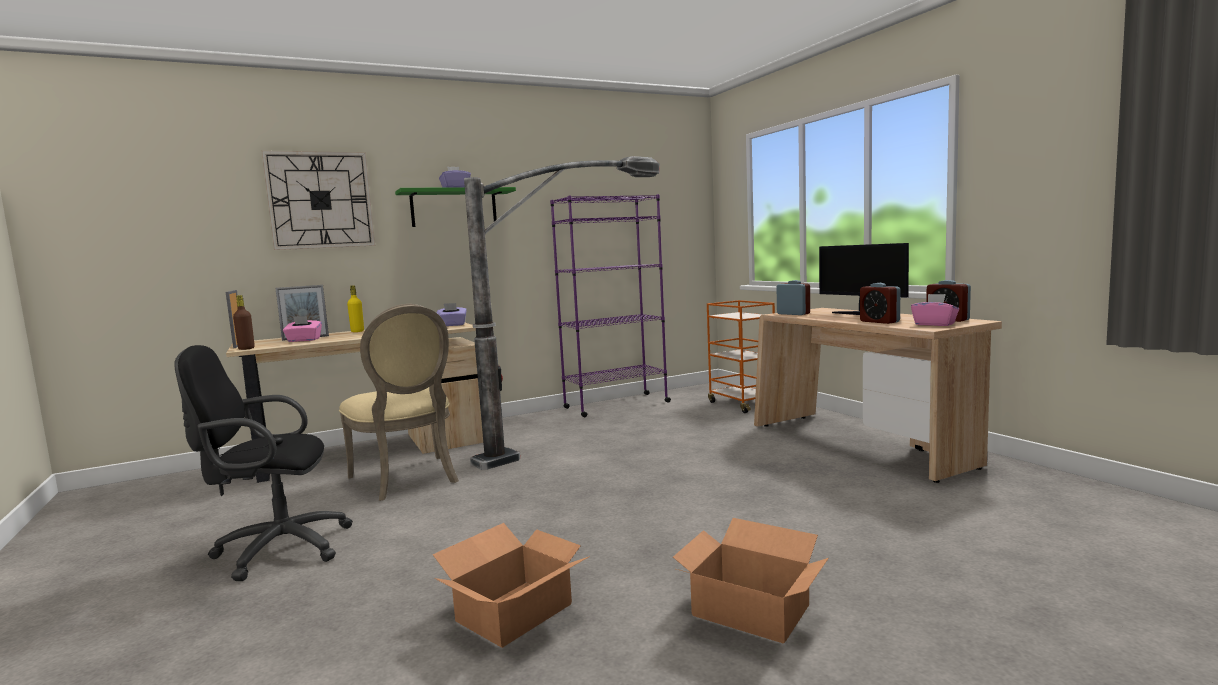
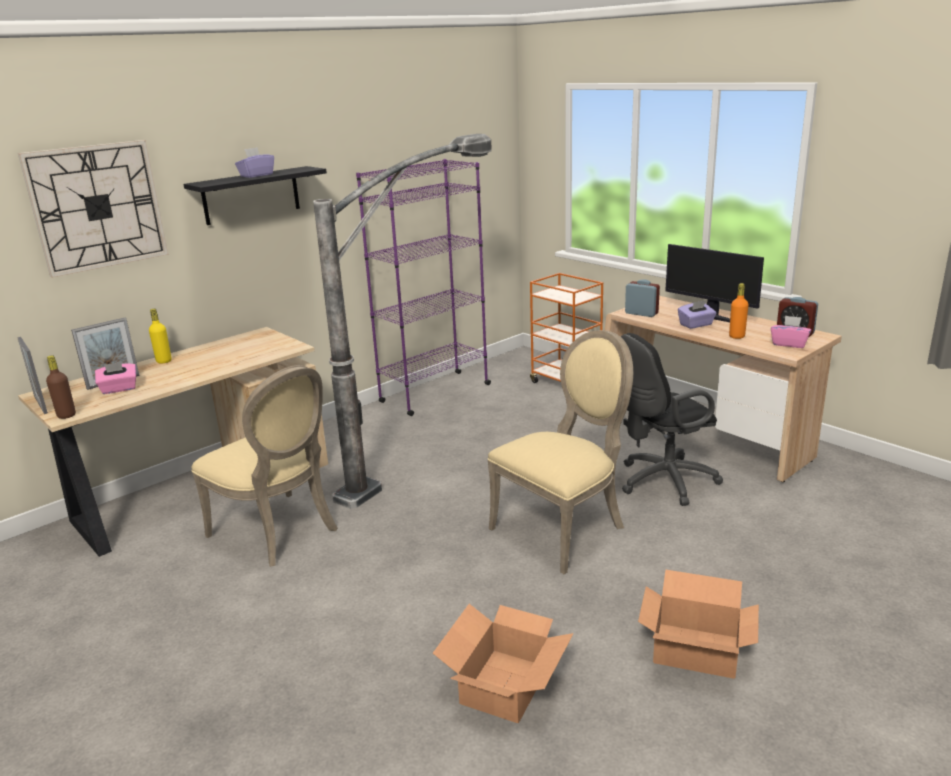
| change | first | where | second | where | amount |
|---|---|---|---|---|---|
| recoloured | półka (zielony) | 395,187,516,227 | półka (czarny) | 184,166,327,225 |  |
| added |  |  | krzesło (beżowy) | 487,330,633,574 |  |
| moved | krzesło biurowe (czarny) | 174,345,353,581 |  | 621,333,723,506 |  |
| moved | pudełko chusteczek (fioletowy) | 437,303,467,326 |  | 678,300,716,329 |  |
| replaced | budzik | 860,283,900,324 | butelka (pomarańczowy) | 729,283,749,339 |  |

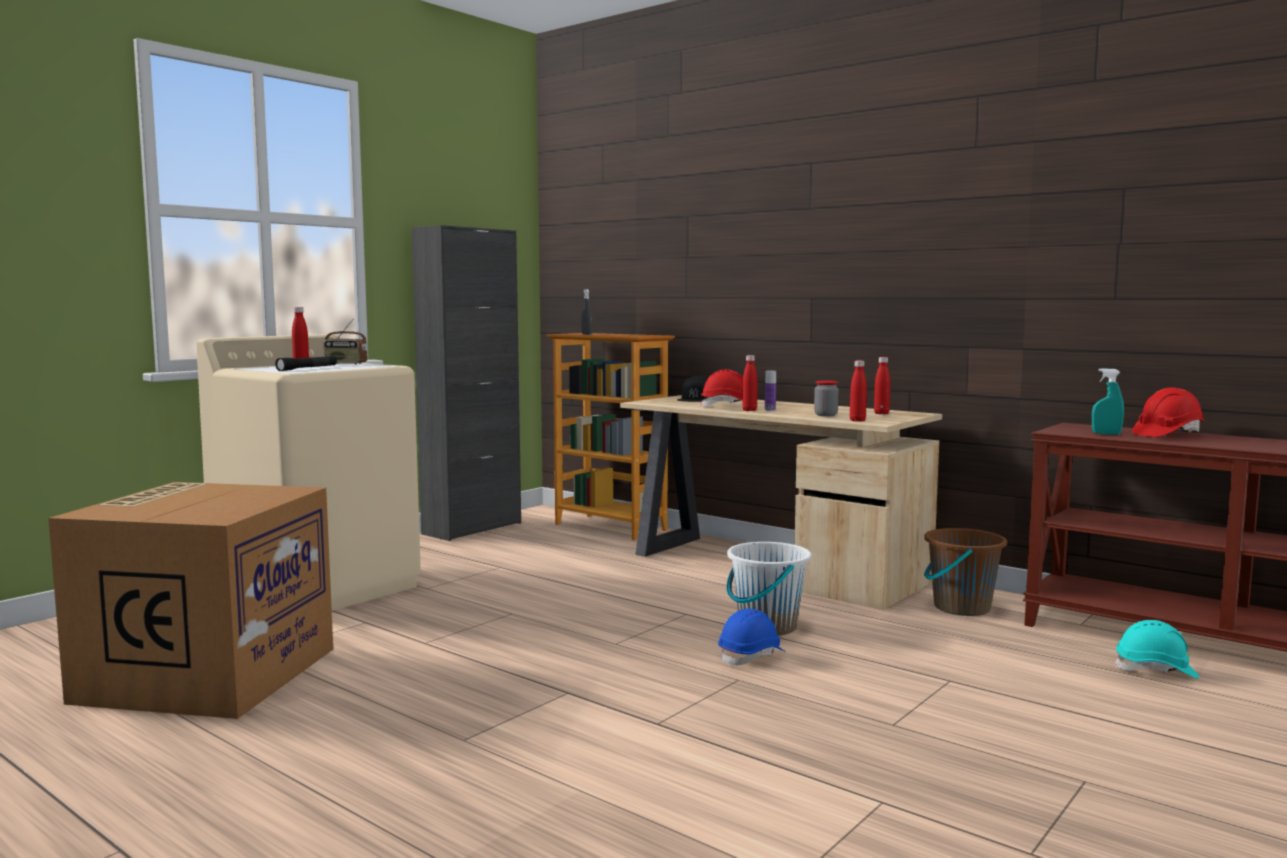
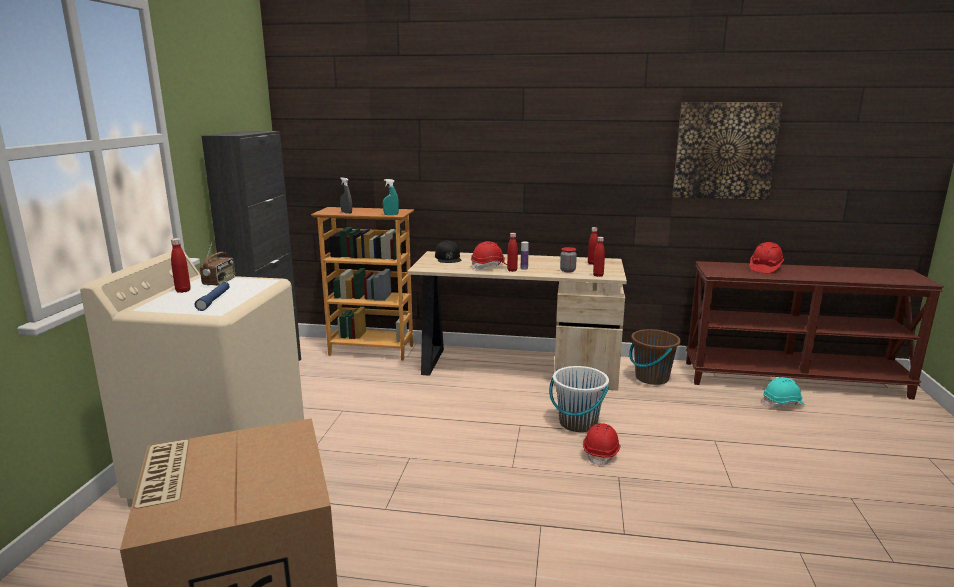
| change | first | where | second | where | amount |
|---|---|---|---|---|---|
| recoloured | latarka (czarny) | 275,356,337,371 | latarka (niebieski) | 195,282,229,311 |  |
| turned | radio | 323,318,368,365 |  | 200,241,235,286 | 60 degrees counterclockwise |
| moved | spryskiwacz (turkusowy) | 1092,368,1124,435 |  | 383,179,399,215 |  |
| recoloured | kask (niebieski) | 718,609,786,667 | kask (czerwony) | 583,423,621,467 |  |
| added |  |  | obraz | 672,102,783,200 |  |

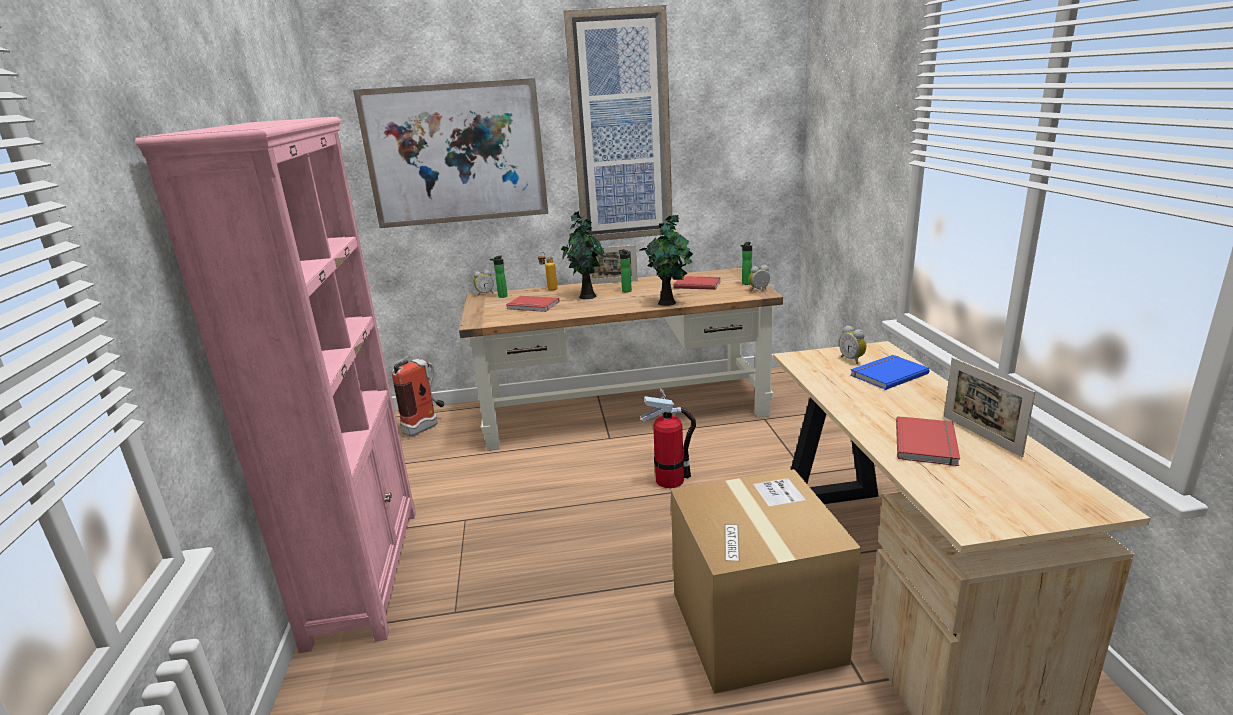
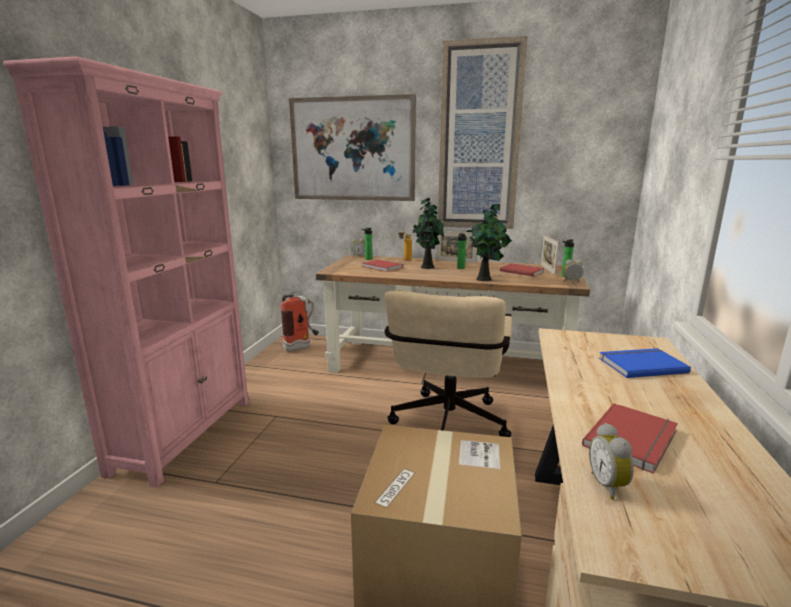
| change | first | where | second | where | amount |
|---|---|---|---|---|---|
| replaced | gaśnica | 641,389,696,488 | krzesło biurowe (beżowy) | 384,290,512,437 |  |
| moved | ramka na zdjęcie | 944,357,1035,457 |  | 541,235,559,275 |  |
| moved | budzik | 839,325,866,364 |  | 589,423,634,500 |  |

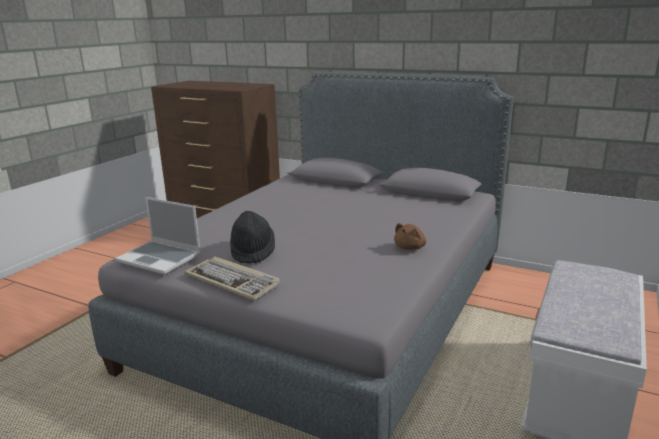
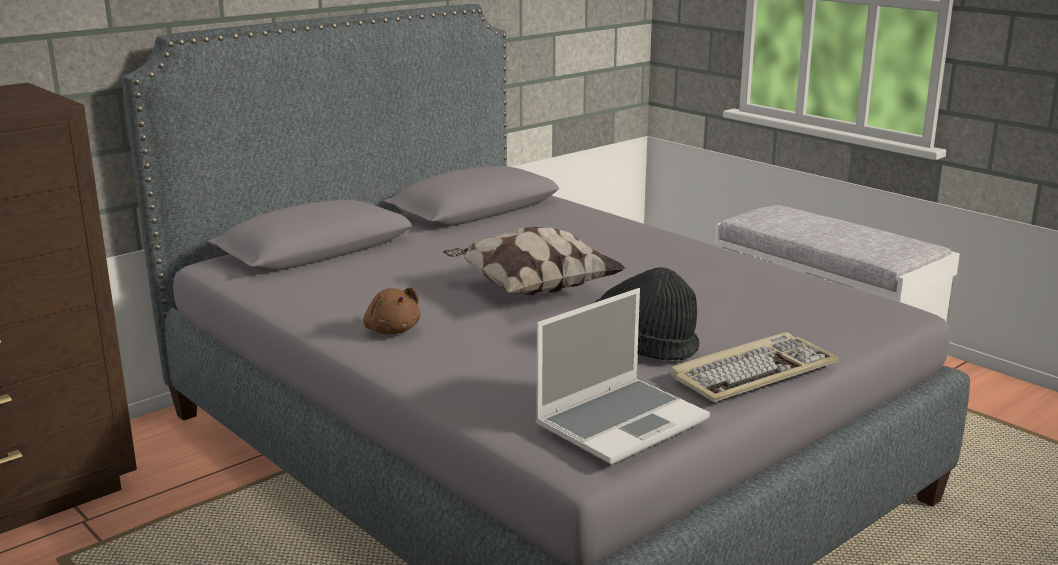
| change | first | where | second | where | amount |
|---|---|---|---|---|---|
| moved | pluszak (brązowy) | 394,223,426,250 |  | 363,287,421,335 |  |
| added |  |  | poduszka | 443,227,626,296 |  |

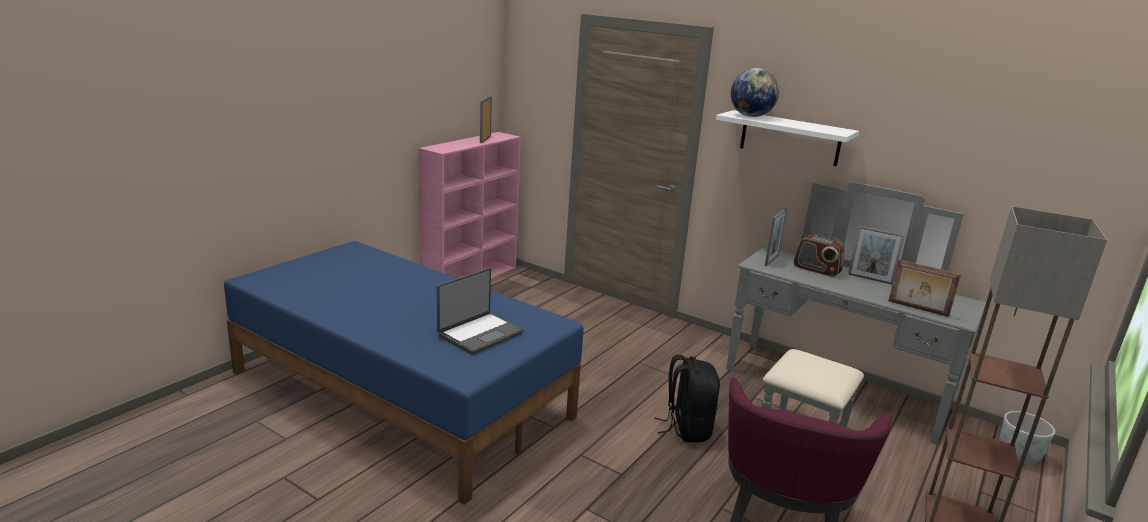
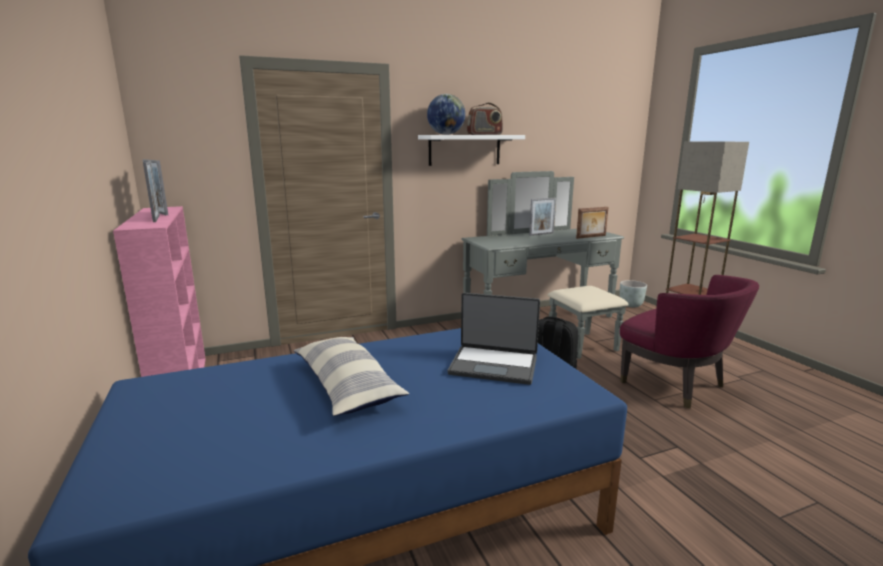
| change | first | where | second | where | amount |
|---|---|---|---|---|---|
| moved | ramka na zdjęcie | 765,208,788,266 |  | 143,161,160,222 |  |
| added |  |  | poduszka | 294,337,409,416 |  |
| turned | laptop | 437,268,524,355 |  | 447,293,540,385 | 120 degrees clockwise |
| moved | radio | 794,234,845,277 |  | 467,102,503,135 |  |

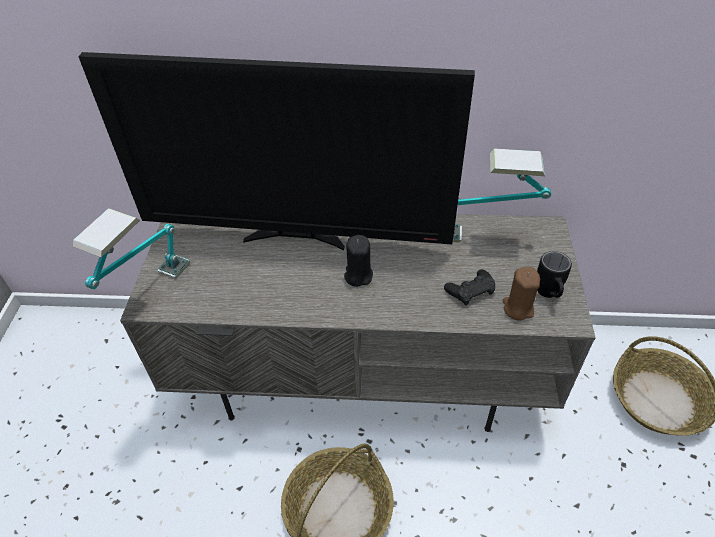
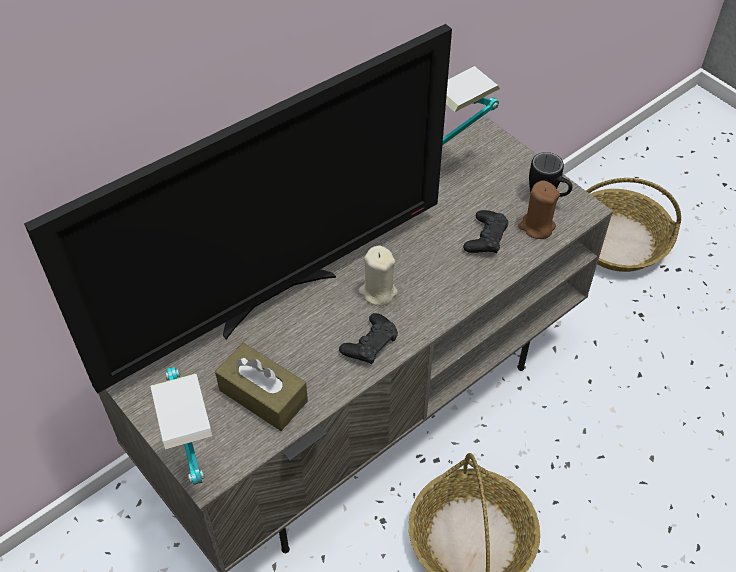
| change | first | where | second | where | amount |
|---|---|---|---|---|---|
| added |  |  | pudełko chusteczek (brązowy) | 215,343,308,431 |  |
| added |  |  | pad do gier (czarny) | 339,313,398,364 |  |
| recoloured | świeca (czarny) | 344,235,373,287 | świeca (beżowy) | 358,245,398,306 |  |

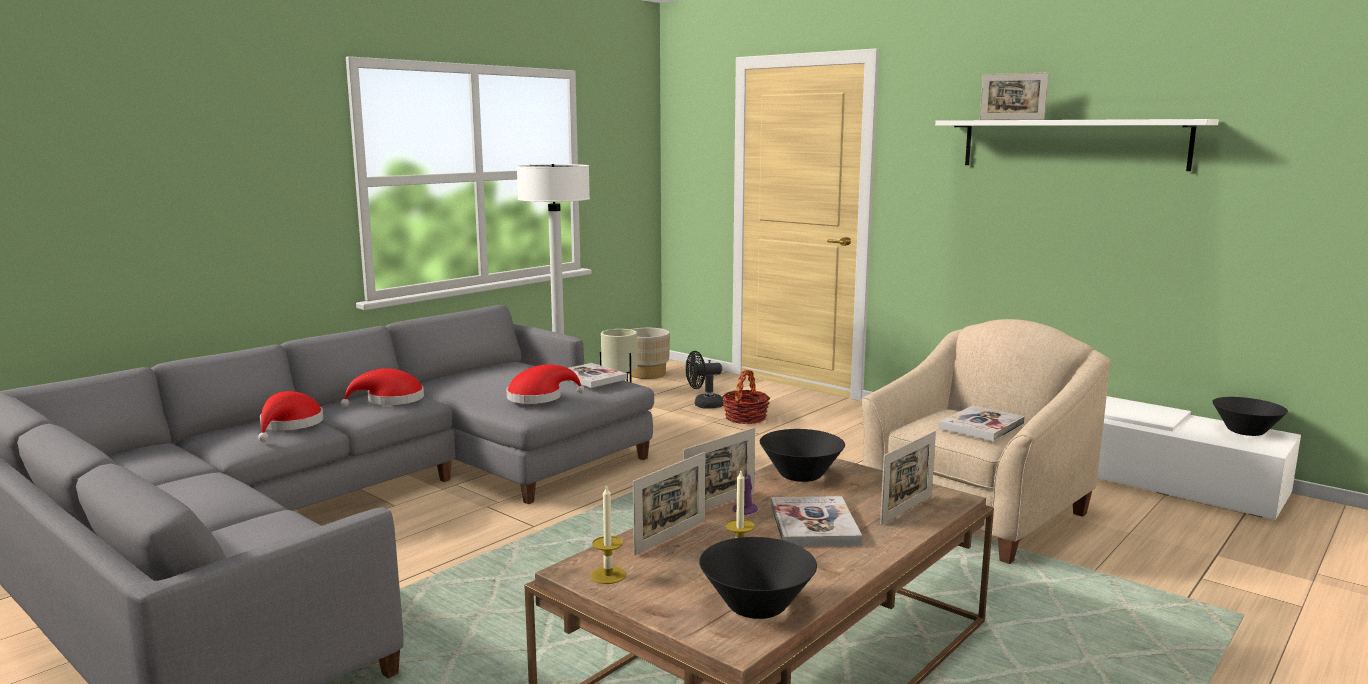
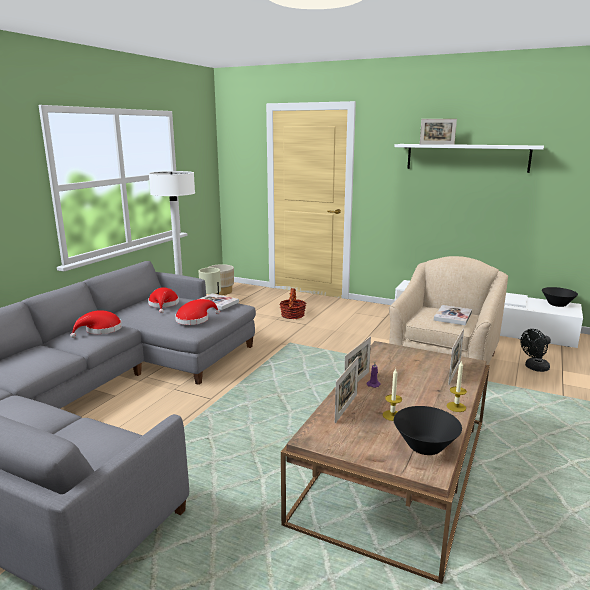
| change | first | where | second | where | amount |
|---|---|---|---|---|---|
| moved | kapelusz (czerwony) | 258,391,323,442 |  | 148,287,179,313 |  |
| moved | świeca | 590,484,626,584 |  | 446,360,467,412 |  |
| moved | wentylator (czarny) | 686,351,724,409 |  | 520,329,551,372 |  |
| removed | miska (czarny) | 760,429,845,482 |  |  |  |
| removed | książka | 771,496,862,546 |  |  |  |

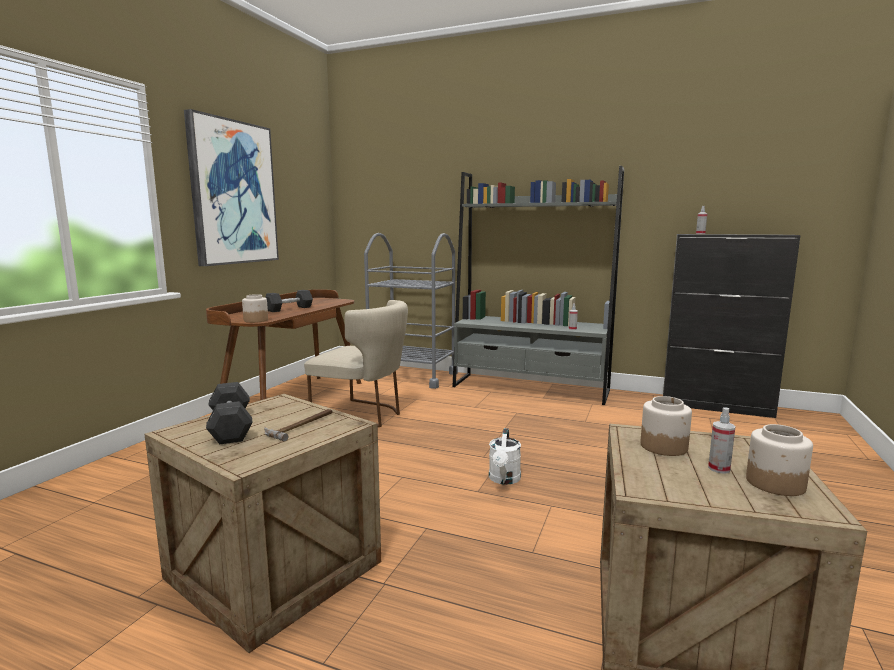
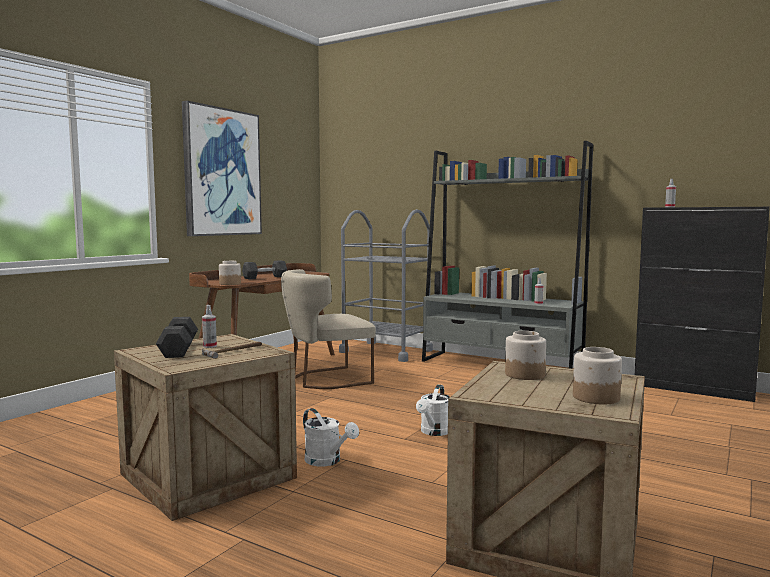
| change | first | where | second | where | amount |
|---|---|---|---|---|---|
| moved | spryskiwacz | 708,407,736,474 |  | 202,305,217,348 |  |
| turned | krzesło (beżowy) | 304,300,408,427 |  | 281,269,376,389 | 120 degrees clockwise |
| added |  |  | konewka (biały) | 303,408,359,467 |  |

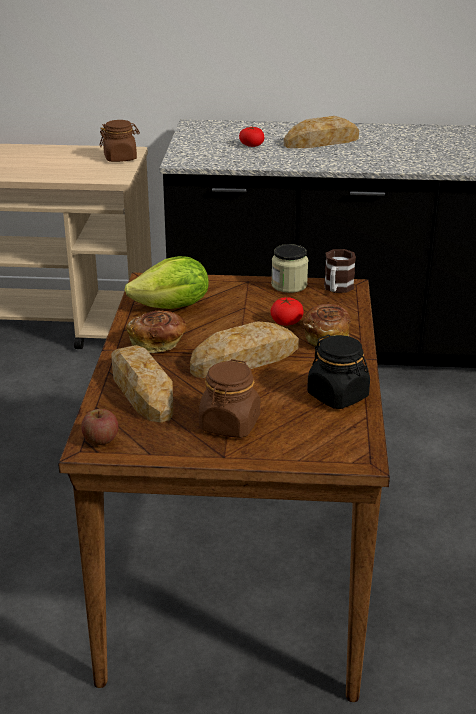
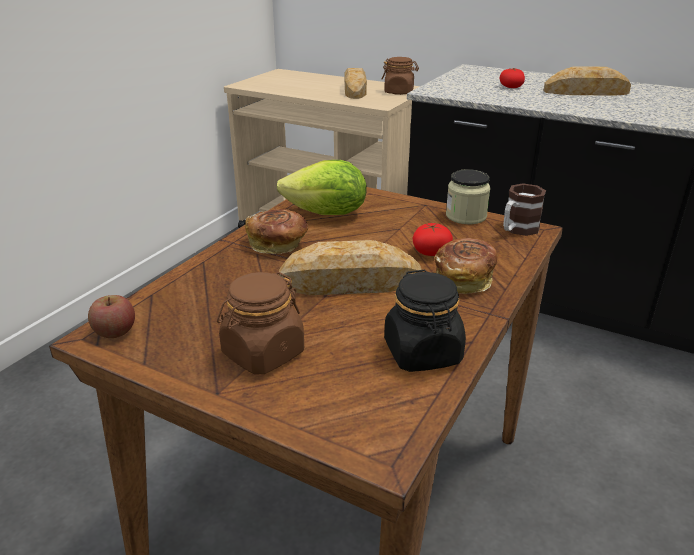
| change | first | where | second | where | amount |
|---|---|---|---|---|---|
| moved | chleb | 111,345,173,423 |  | 345,68,367,99 |  |

